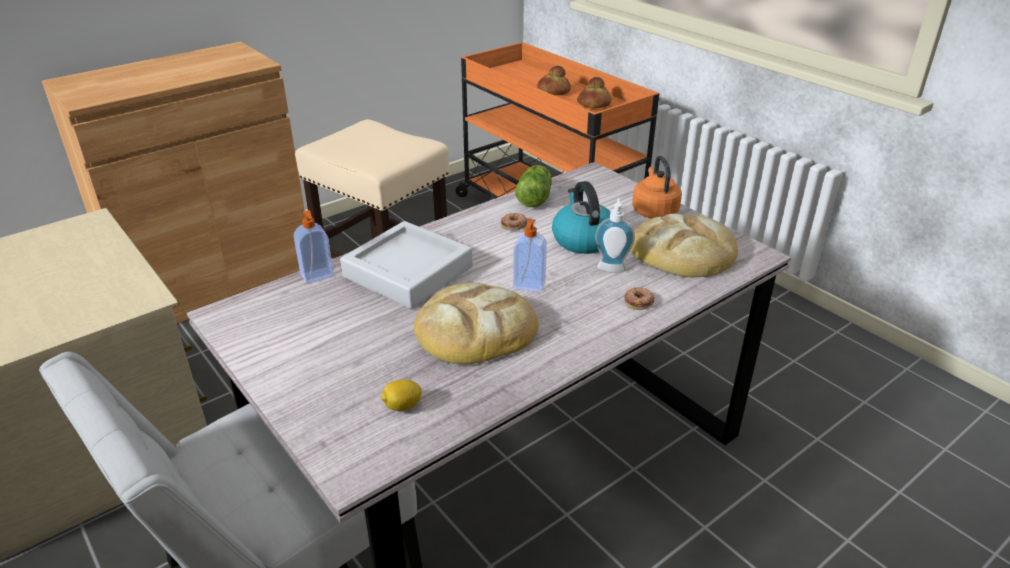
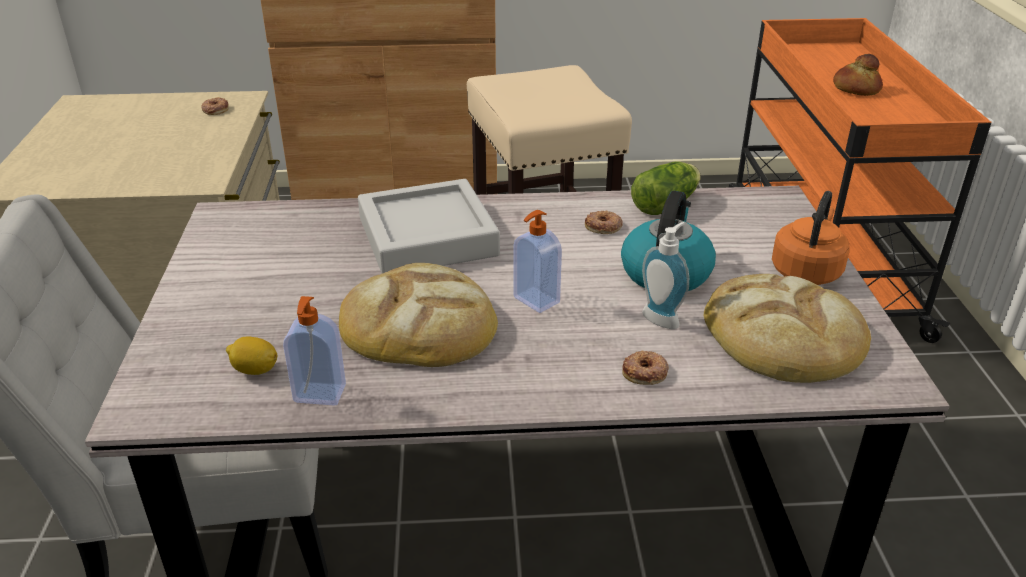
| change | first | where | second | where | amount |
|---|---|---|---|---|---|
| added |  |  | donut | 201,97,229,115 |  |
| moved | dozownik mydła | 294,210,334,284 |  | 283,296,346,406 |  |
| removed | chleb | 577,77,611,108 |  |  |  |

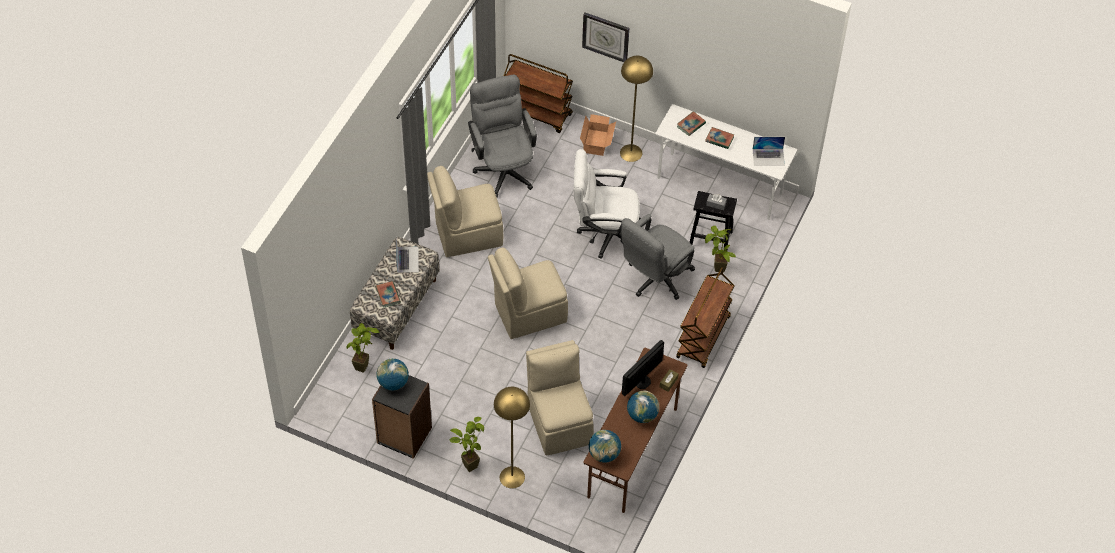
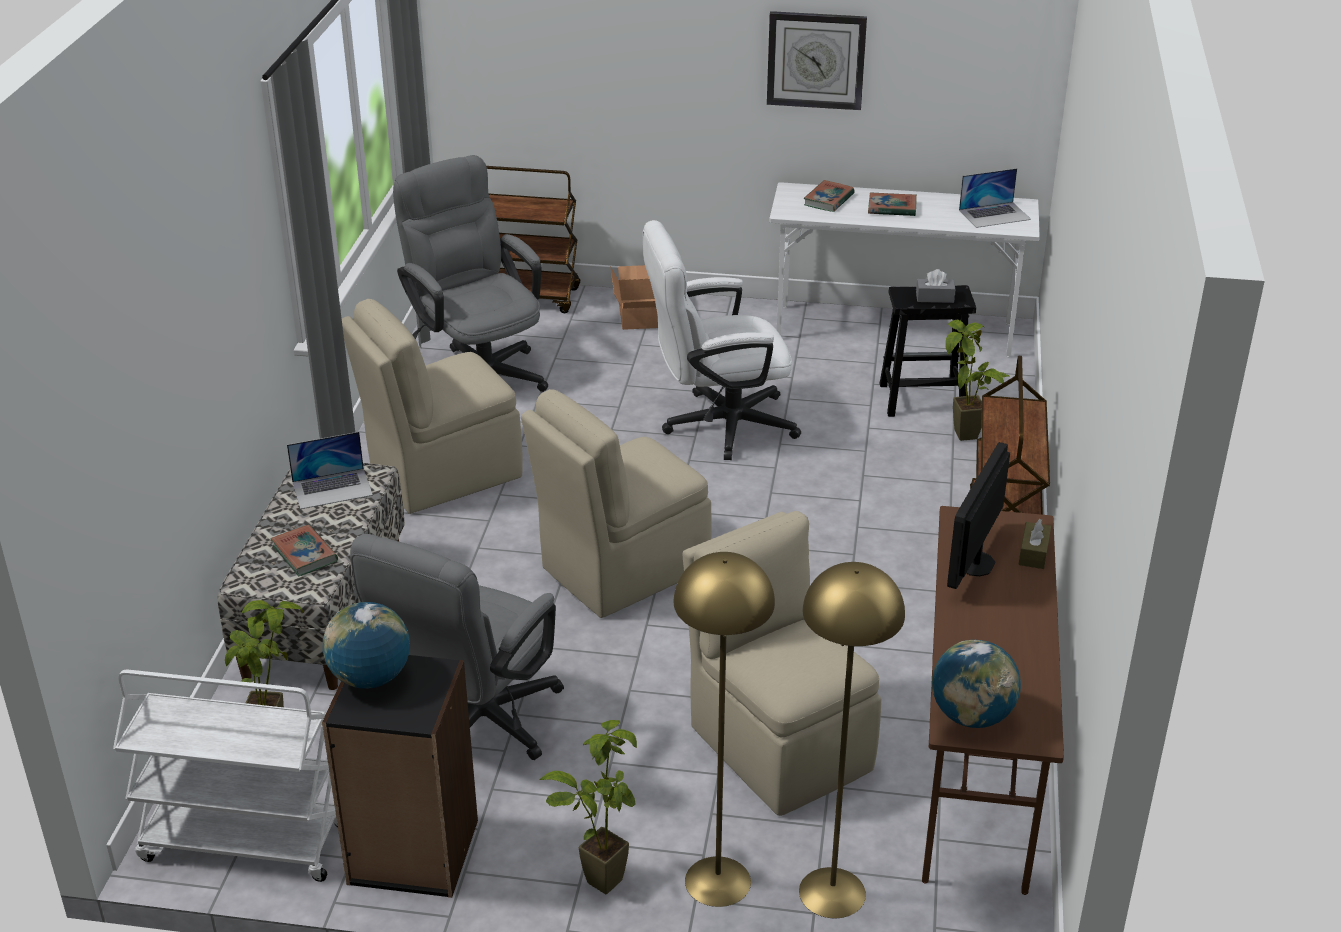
| change | first | where | second | where | amount |
|---|---|---|---|---|---|
| added |  |  | wózek (biały) | 113,669,338,882 |  |
| turned | laptop | 396,236,419,273 |  | 287,432,373,509 | 90 degrees clockwise |
| moved | krzesło biurowe (szary) | 620,214,695,300 |  | 350,534,564,760 |  |
| moved | zegar ścienny | 582,13,629,62 |  | 767,11,867,110 |  |
| moved | lampa stojąca (żółty) | 620,56,653,162 |  | 799,562,905,918 |  |
| removed | globus | 627,391,659,423 |  |  |  |

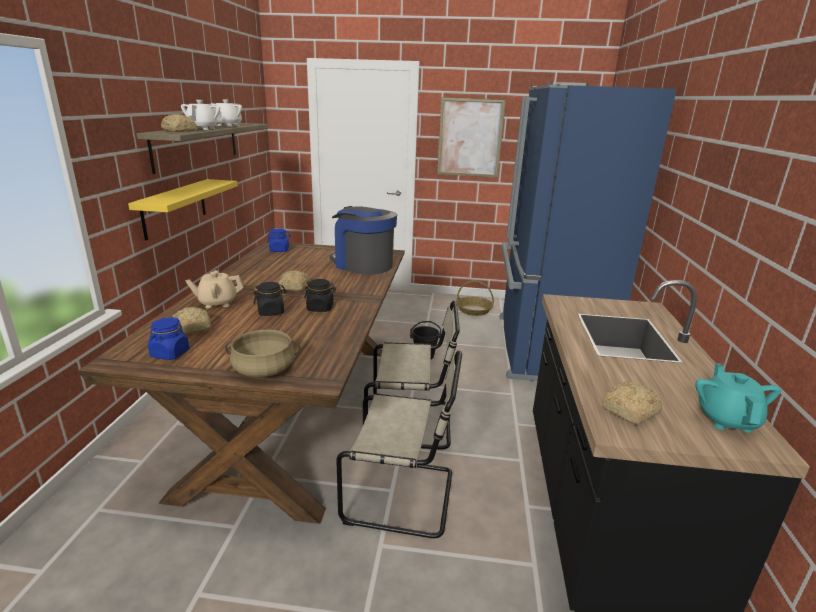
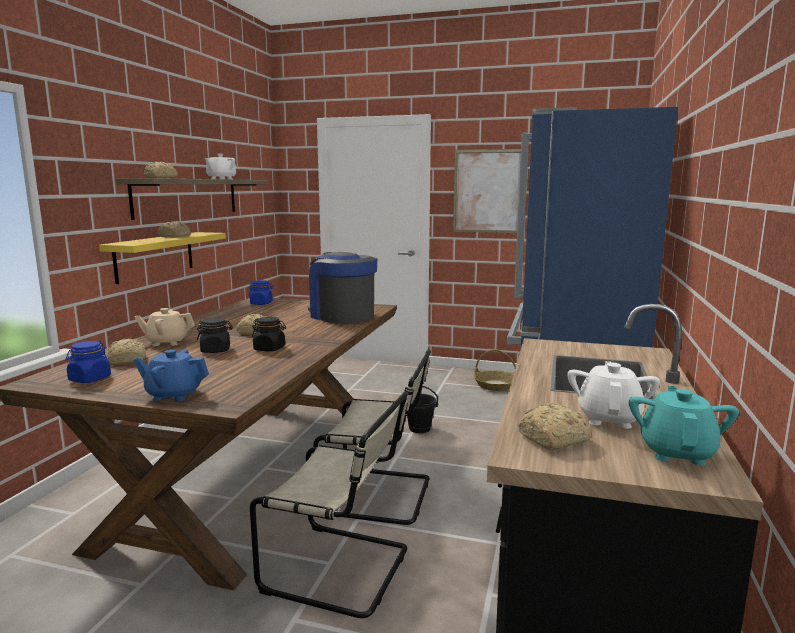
| change | first | where | second | where | amount |
|---|---|---|---|---|---|
| replaced | garnek (beżowy) | 225,330,300,378 | imbryk (niebieski) | 133,349,209,401 |  |
| added |  |  | chleb | 158,221,191,237 |  |
| moved | imbryk (biały) | 181,100,220,130 |  | 567,361,660,429 |  |

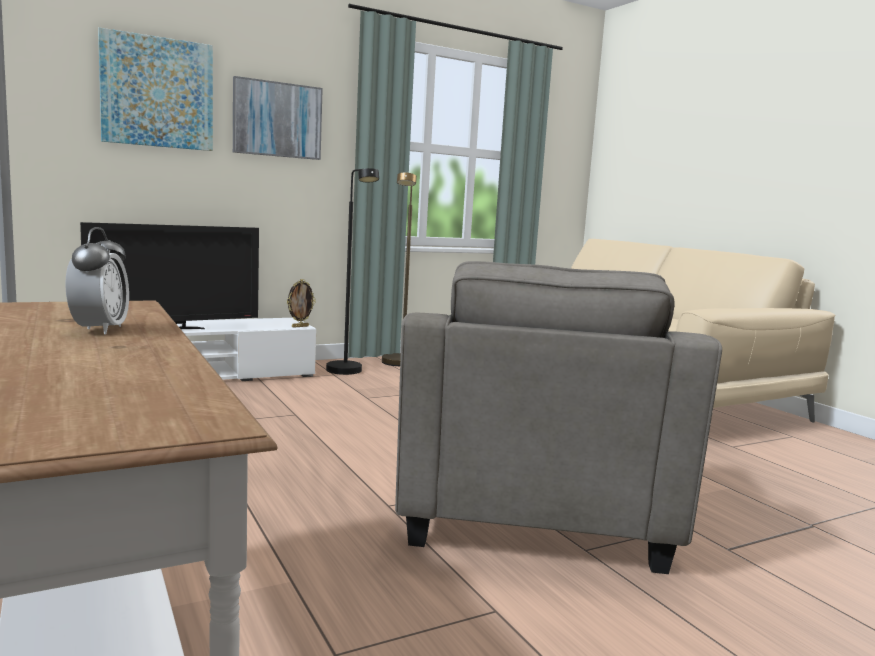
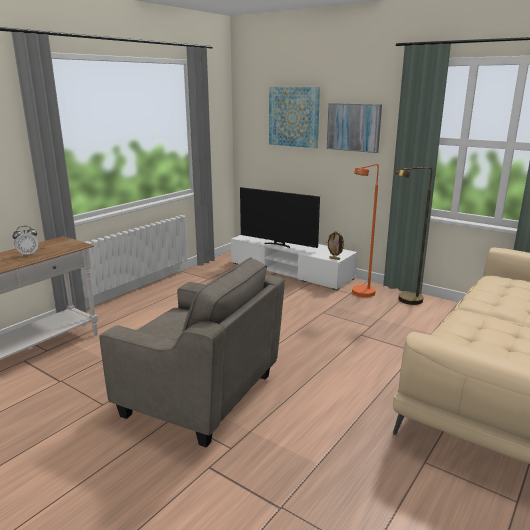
| change | first | where | second | where | amount |
|---|---|---|---|---|---|
| turned | fotel (szary) | 395,261,722,574 |  | 99,257,285,448 | 135 degrees counterclockwise |
| recoloured | lampa stojąca (czarny) | 326,168,379,375 | lampa stojąca (pomarańczowy) | 352,164,379,298 |  |

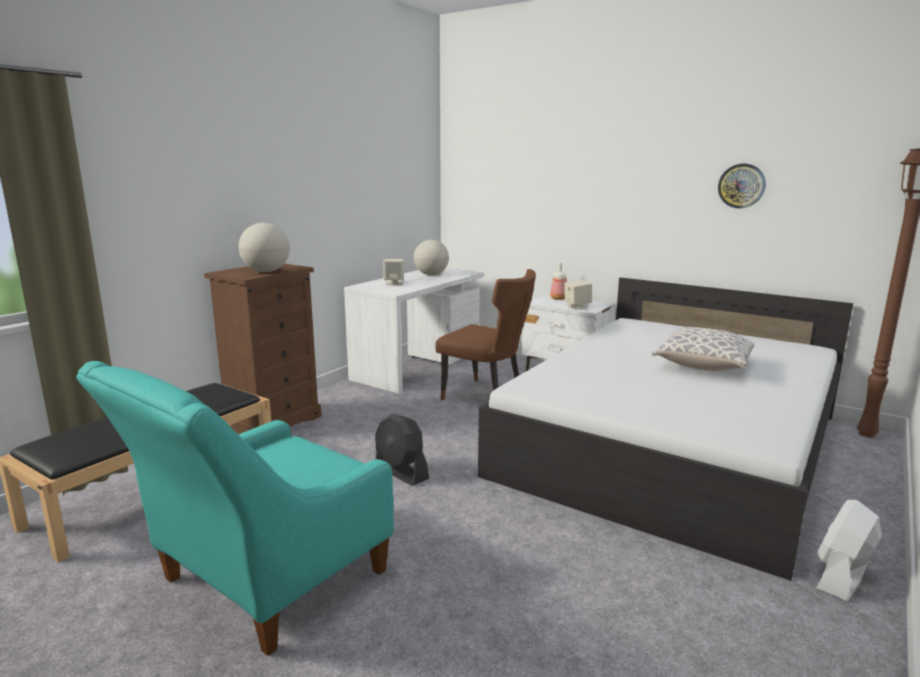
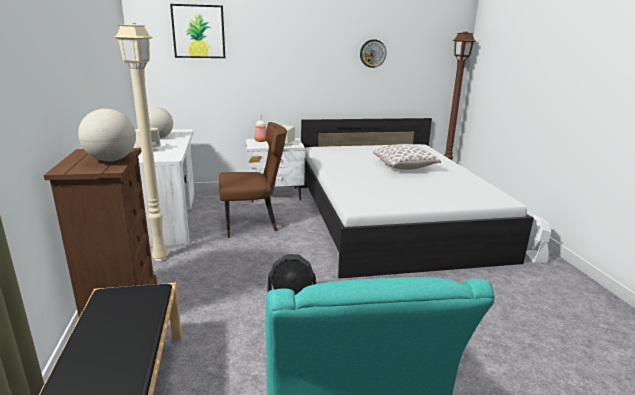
| change | first | where | second | where | amount |
|---|---|---|---|---|---|
| added |  |  | lampa stojąca (beżowy) | 114,23,168,261 |  |
| added |  |  | obraz | 170,4,225,58 |  |

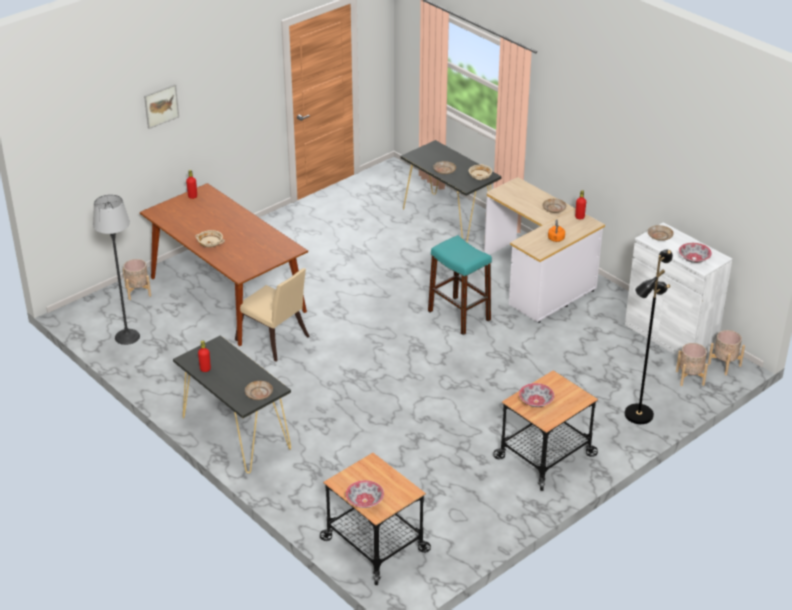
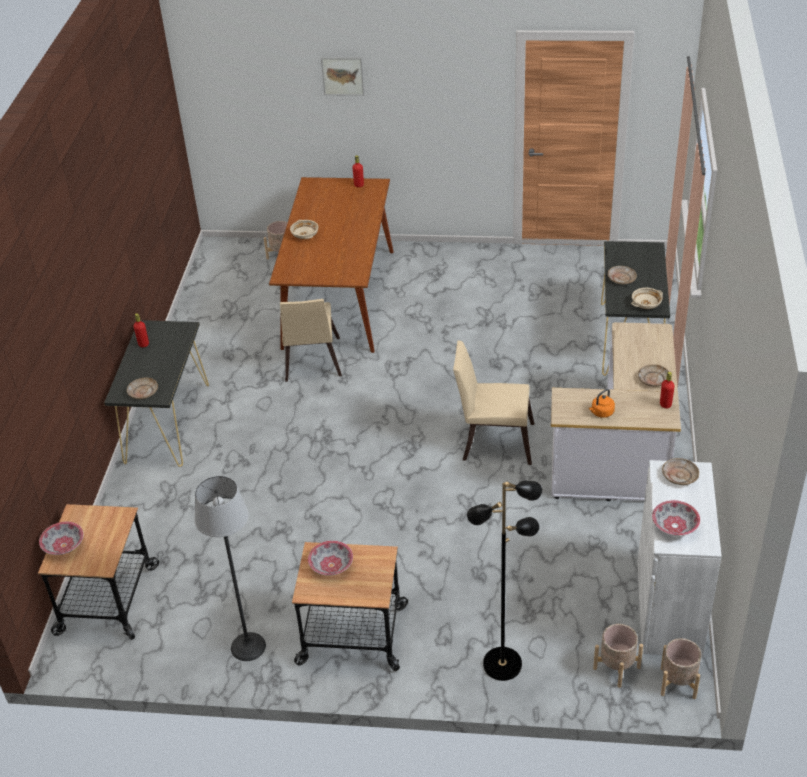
| change | first | where | second | where | amount |
|---|---|---|---|---|---|
| moved | lampa stojąca | 93,194,140,345 |  | 195,476,266,661 |  |
| replaced | stołek (turkusowy) | 428,235,492,335 | krzesło (beżowy) | 453,340,534,465 |  |

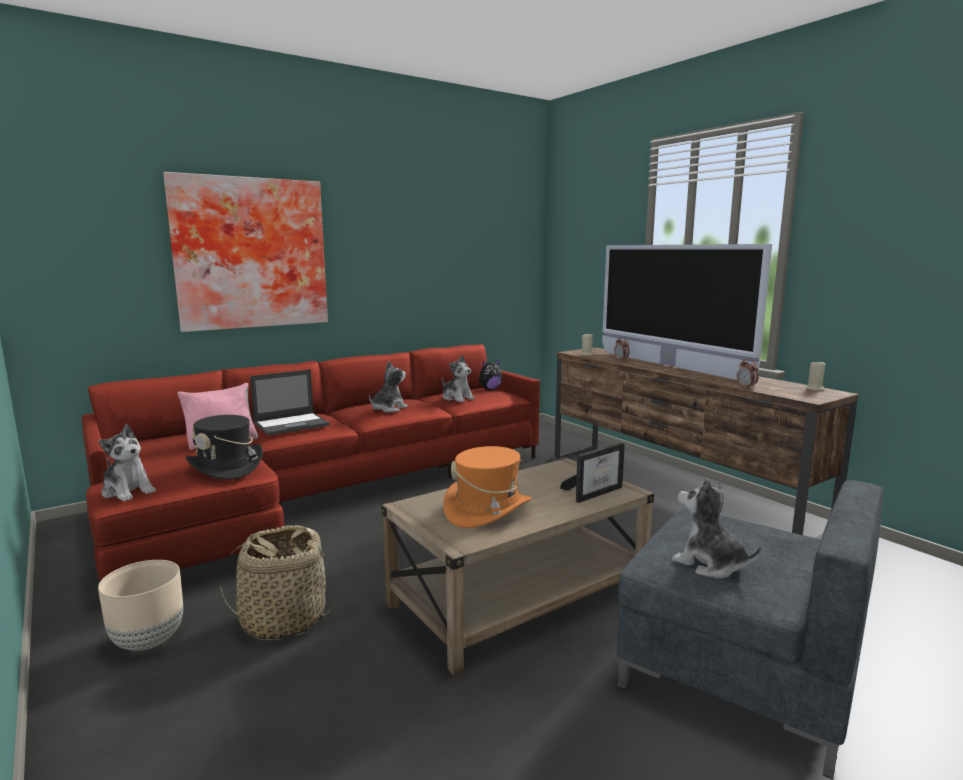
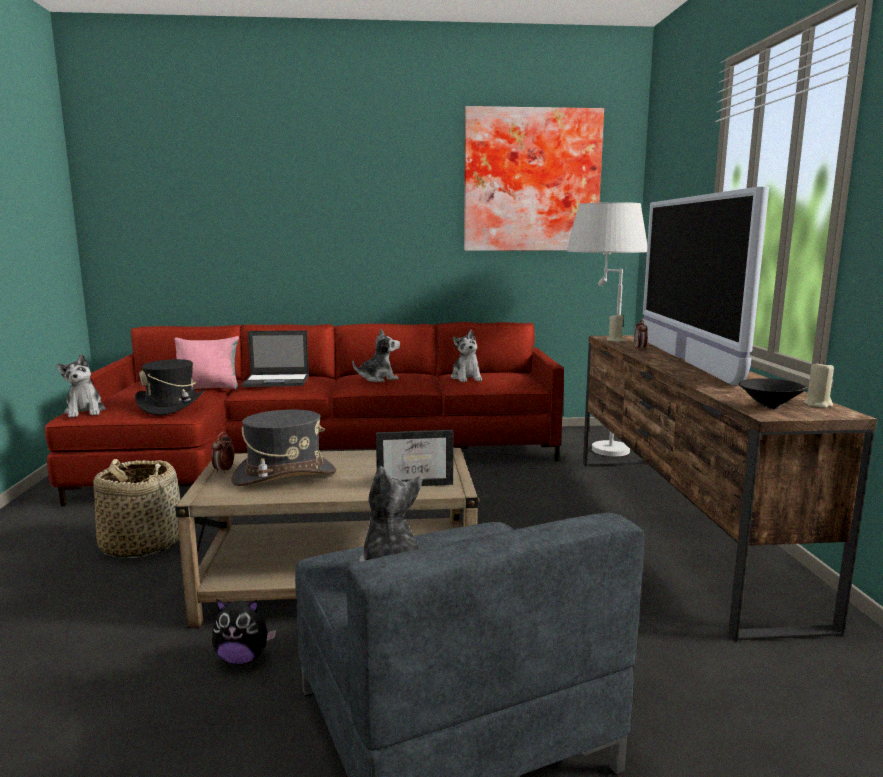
| change | first | where | second | where | amount |
|---|---|---|---|---|---|
| moved | budzik | 737,358,759,389 |  | 211,432,234,474 |  |
| moved | pluszak | 478,360,502,390 |  | 212,599,276,664 |  |
| recoloured | kapelusz (pomarańczowy) | 443,446,532,528 | kapelusz (szary) | 231,410,337,486 |  |
| moved | obraz | 163,172,328,332 |  | 464,106,604,251 |  |
| added |  |  | lampa stojąca (biały) | 567,202,647,456 |  |
| added |  |  | miska (czarny) | 739,378,808,409 |  |
| removed | donica (beżowy) | 98,560,183,651 |  |  |  |

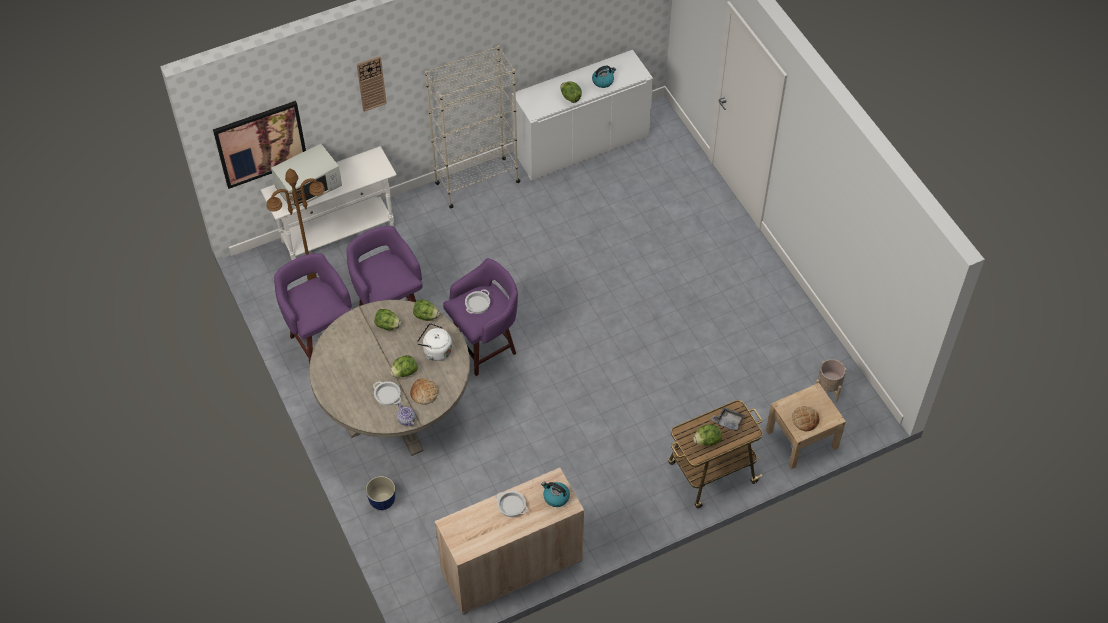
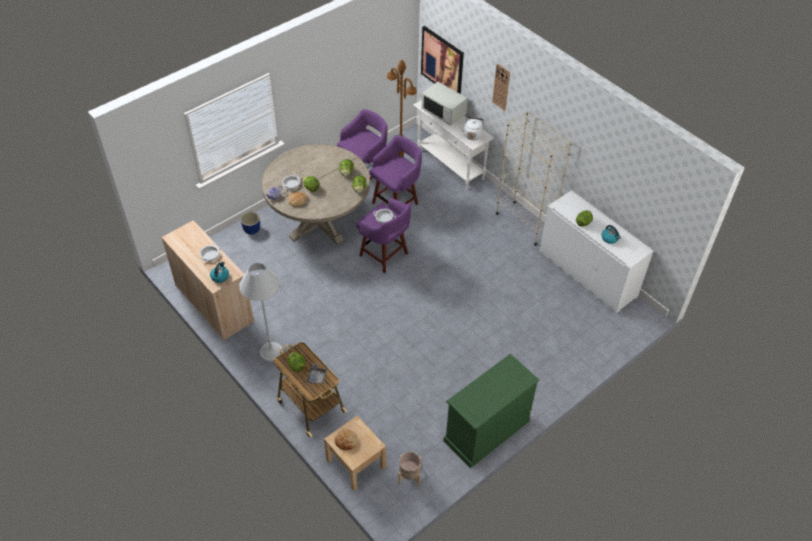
| change | first | where | second | where | amount |
|---|---|---|---|---|---|
| added |  |  | lampa stojąca (biały) | 239,263,283,362 |  |
| added |  |  | komoda (zielony) | 444,354,539,468 |  |
| moved | czajnik (biały) | 417,323,452,361 |  | 460,117,484,140 |  |

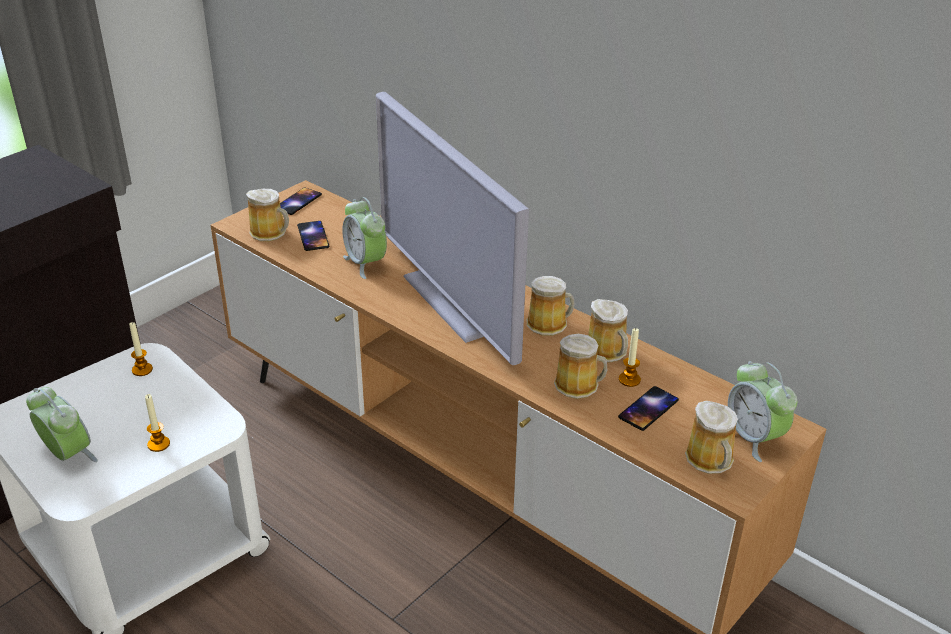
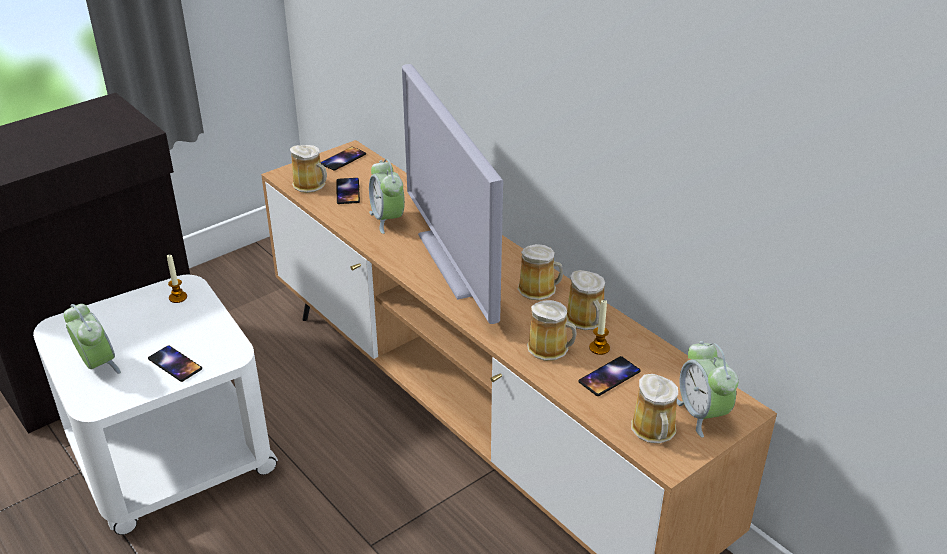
| change | first | where | second | where | amount |
|---|---|---|---|---|---|
| replaced | świeca | 145,394,170,452 | telefon | 148,345,202,382 |  |

